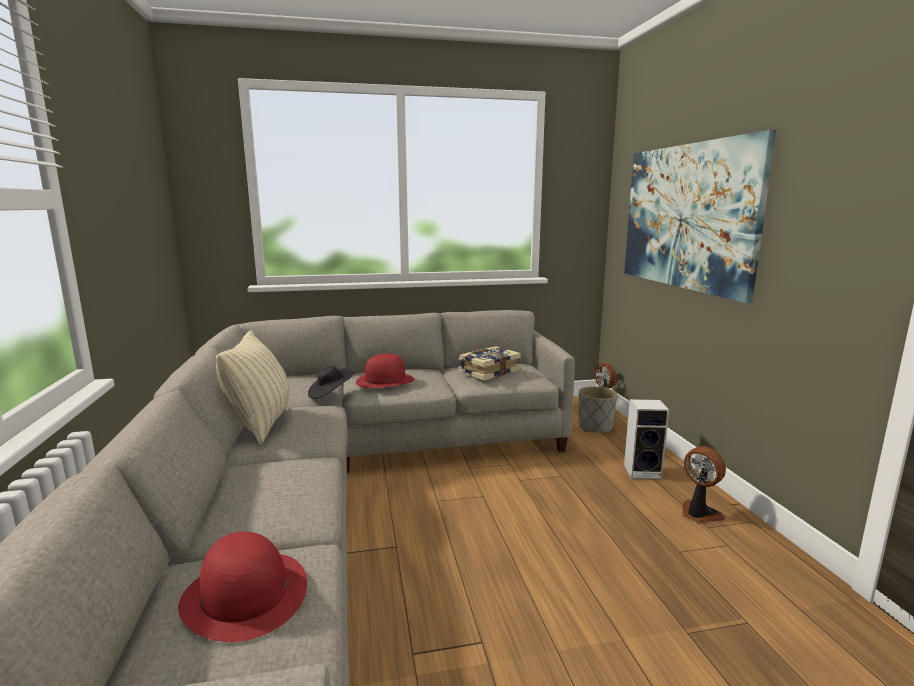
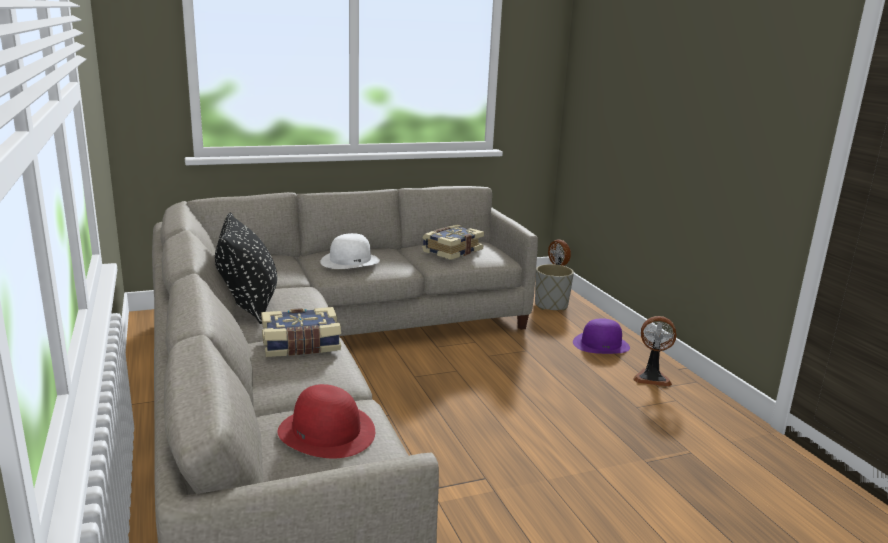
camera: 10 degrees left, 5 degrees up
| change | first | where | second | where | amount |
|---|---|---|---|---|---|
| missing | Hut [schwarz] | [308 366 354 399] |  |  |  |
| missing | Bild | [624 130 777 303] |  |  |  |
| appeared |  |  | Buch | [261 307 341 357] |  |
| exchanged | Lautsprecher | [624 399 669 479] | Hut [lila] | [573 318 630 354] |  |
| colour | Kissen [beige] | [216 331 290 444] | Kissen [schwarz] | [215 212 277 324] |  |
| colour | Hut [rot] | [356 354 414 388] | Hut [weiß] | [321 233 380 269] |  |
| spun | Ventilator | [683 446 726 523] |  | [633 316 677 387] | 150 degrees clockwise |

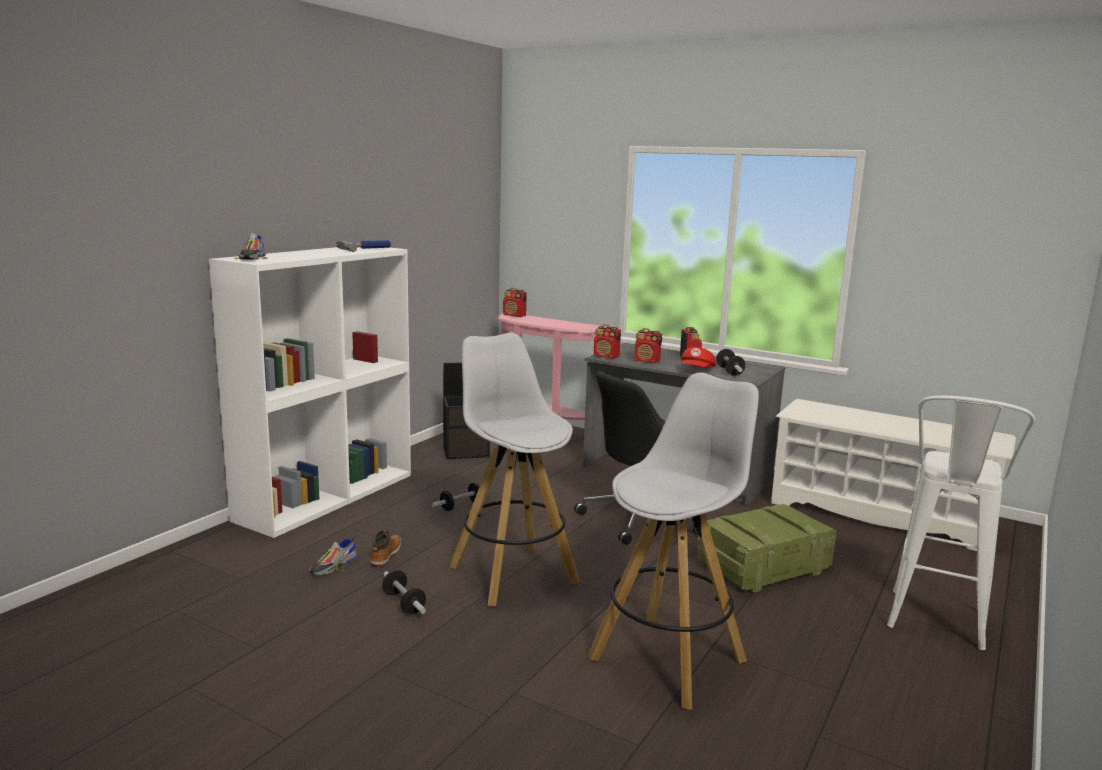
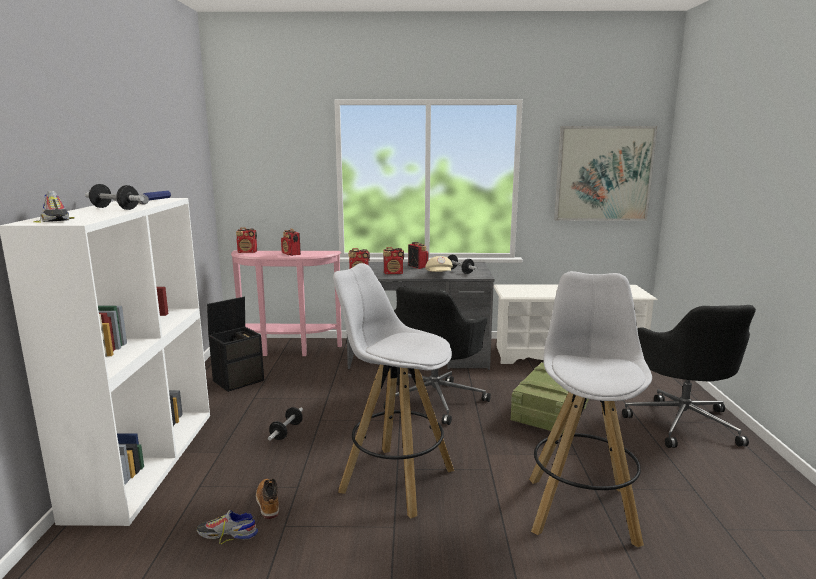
camera: 30 degrees left, 0 degrees up
| change | first | where | second | where | amount |
|---|---|---|---|---|---|
| appeared |  |  | Radio | [281 228 301 256] |  |
| appeared |  |  | Bild | [554 126 657 221] |  |
| relocated | Hantel | [382 570 426 614] |  | [85 184 144 210] |  |
| exchanged | Hocker [weiß] | [887 396 1035 650] | Bürostuhl [schwarz] | [622 305 756 448] |  |
| colour | Kappe [rot] | [681 347 716 368] | Kappe [beige] | [425 256 453 272] |  |
| spun | Schuh | [310 537 357 575] |  | [197 510 258 544] | 90 degrees clockwise |

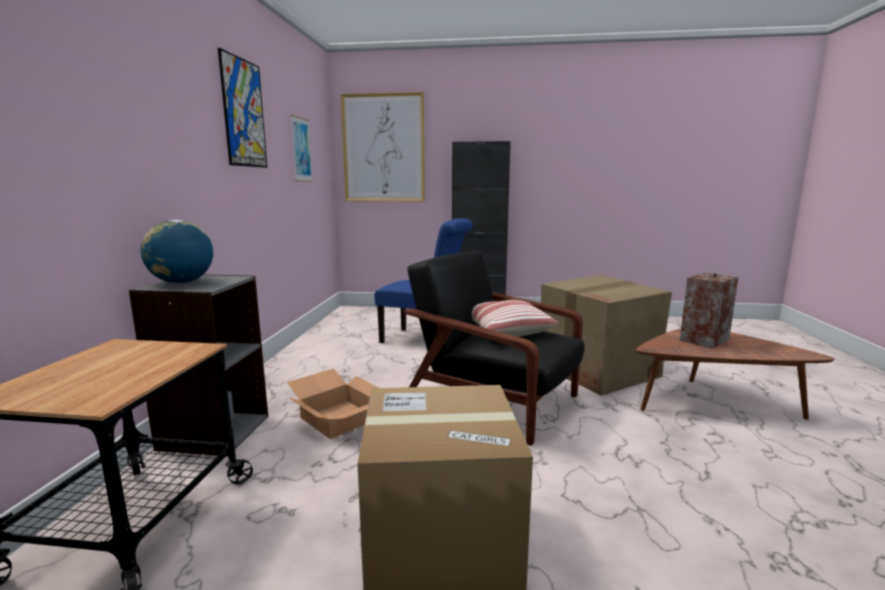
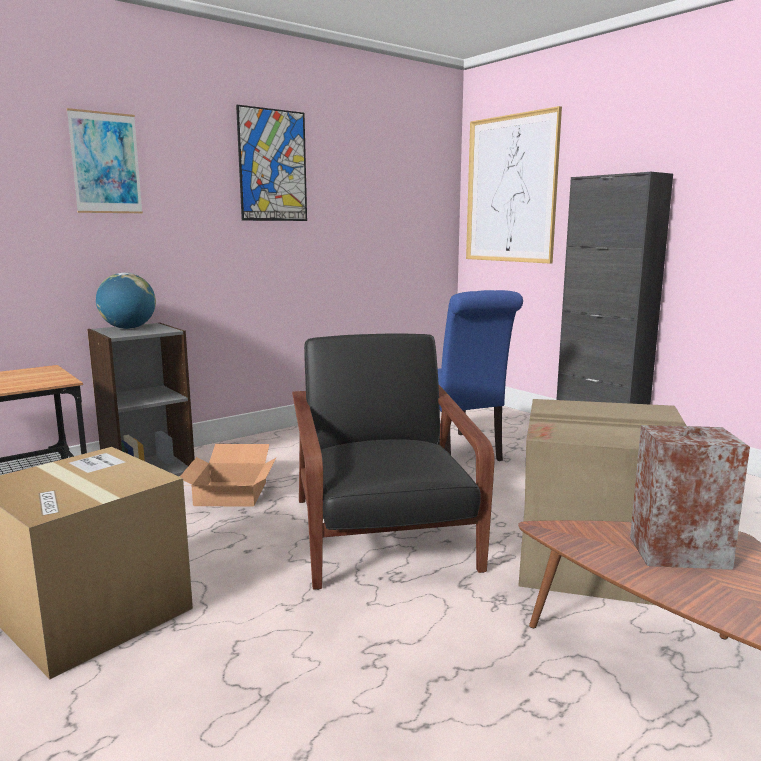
camera: 45 degrees right, 0 degrees up
| change | first | where | second | where | amount |
|---|---|---|---|---|---|
| missing | Kissen | [472 300 559 337] |  |  |  |
| relocated | Bild | [291 115 313 182] |  | [67 108 143 213] |  |

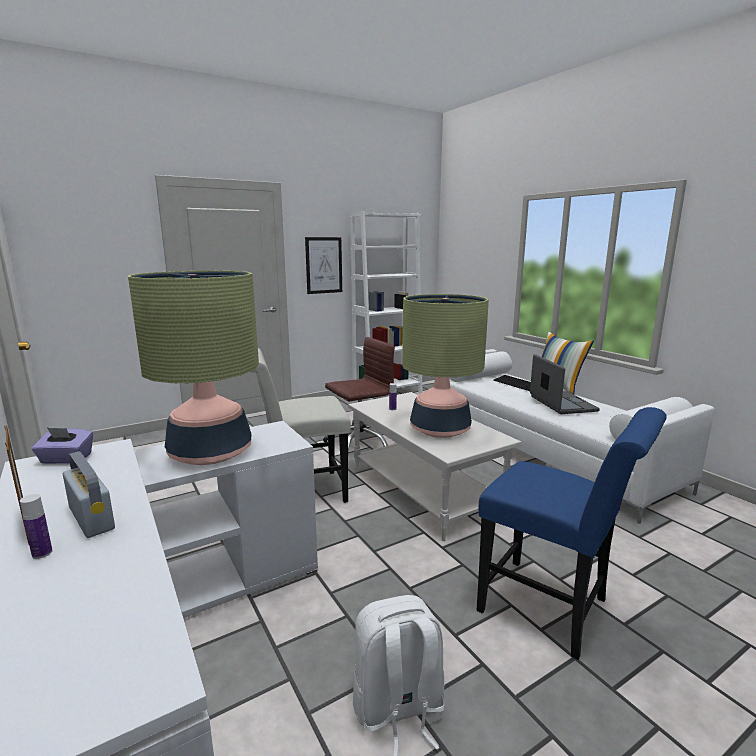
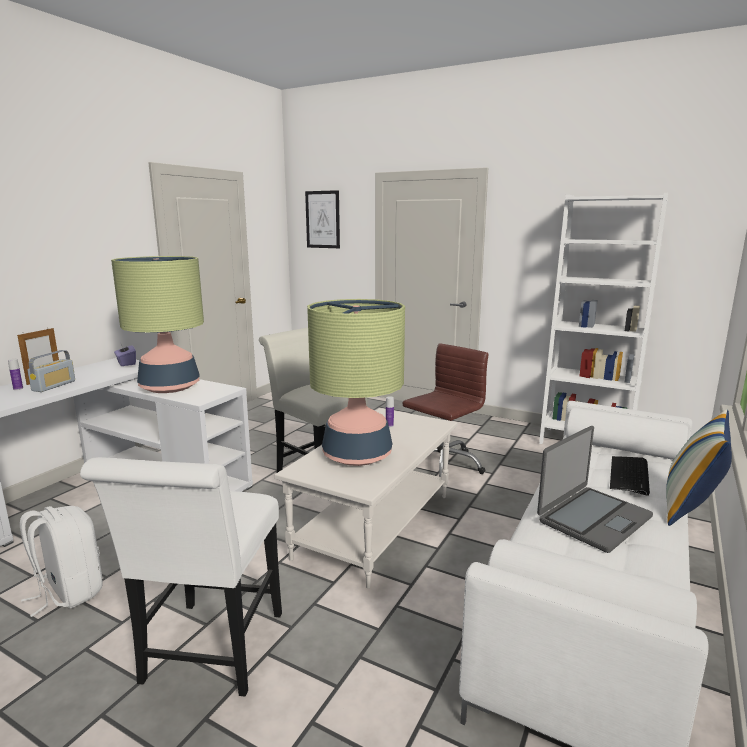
camera: 60 degrees right, 0 degrees up
| change | first | where | second | where | amount |
|---|---|---|---|---|---|
| relocated | Bild | [305 237 342 294] |  | [305 190 340 248] |  |
| colour | Stuhl [blau] | [476 407 667 660] | Stuhl [weiß] | [80 457 282 697] |  |
| spun | Bürostuhl [braun] | [323 337 395 451] |  | [403 343 489 477] | 75 degrees counterclockwise |

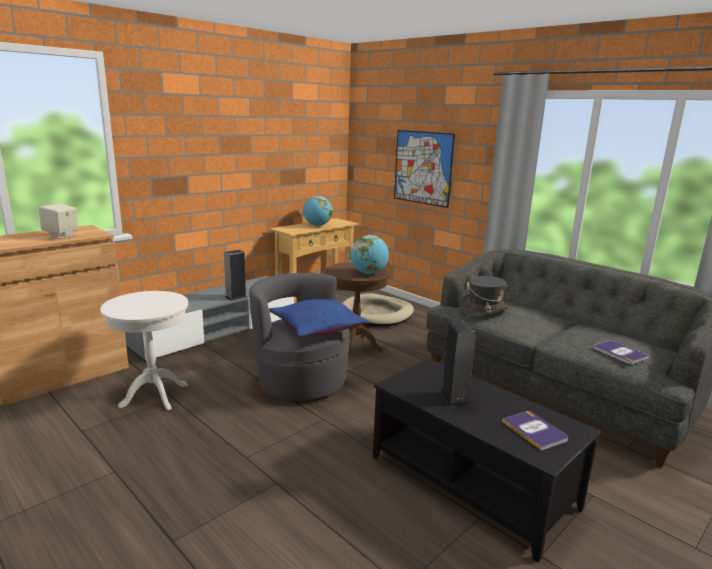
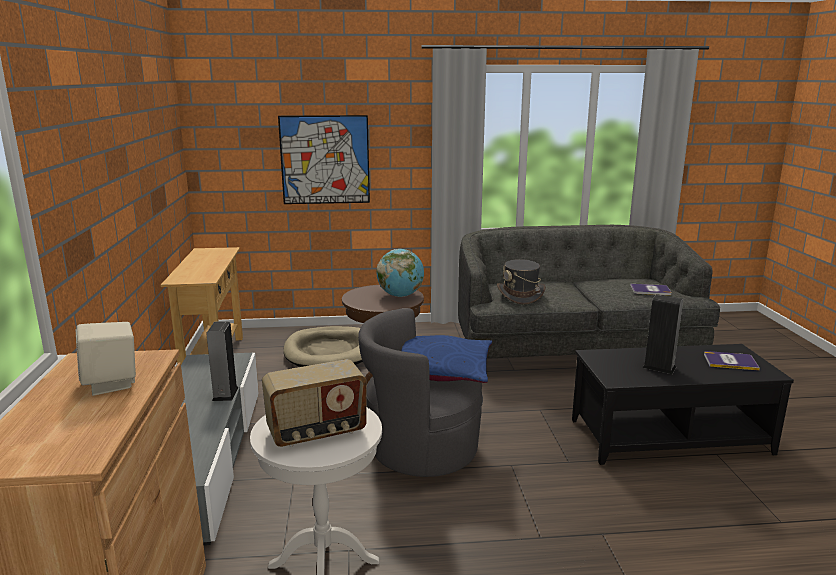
camera: 50 degrees left, 0 degrees up
| change | first | where | second | where | amount |
|---|---|---|---|---|---|
| missing | Globus | [303 196 333 226] |  |  |  |
| appeared |  |  | Radio | [262 359 367 447] |  |

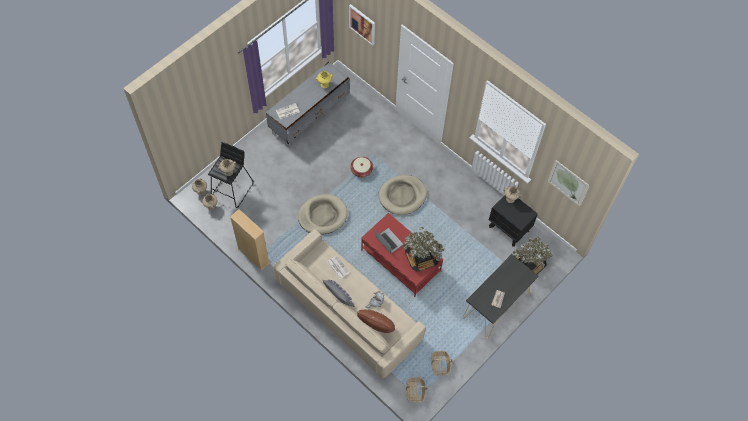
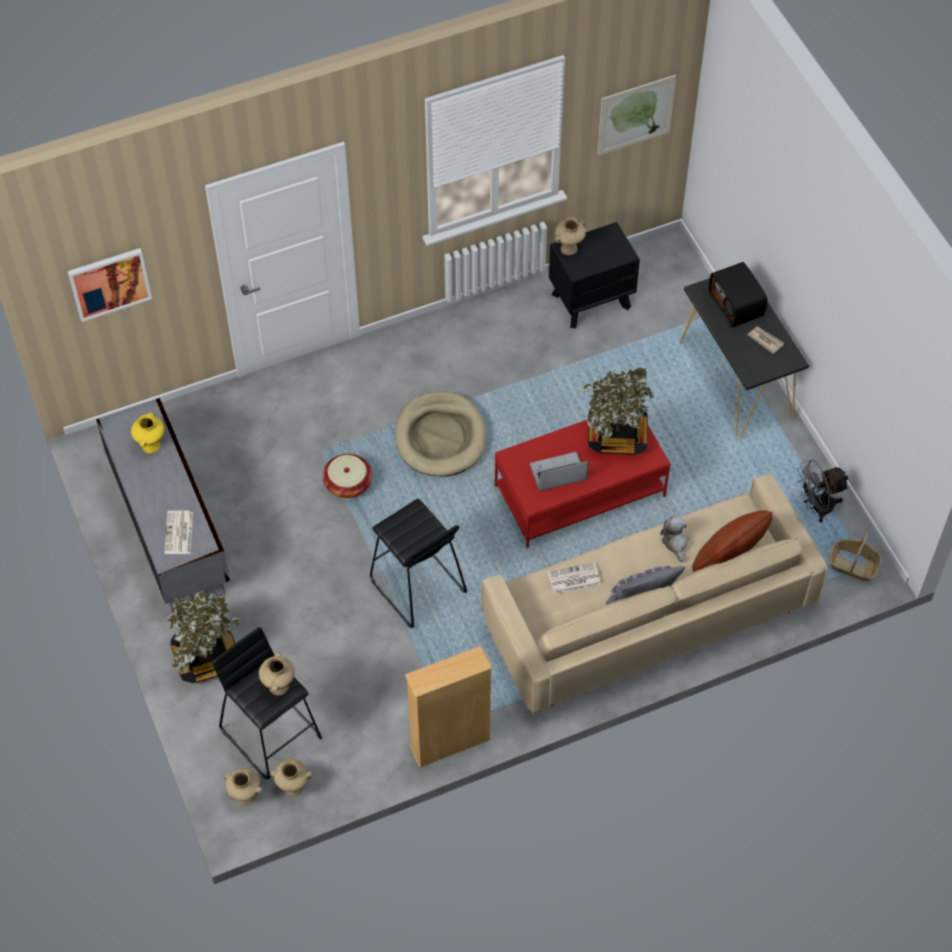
camera: 65 degrees left, 5 degrees down
| change | first | where | second | where | amount |
|---|---|---|---|---|---|
| appeared |  |  | Radio | [709 262 767 327] |  |
| relocated | Topfpflanze | [512 237 552 274] |  | [167 592 240 683] |  |
| exchanged | Hundebett [beige] | [298 194 347 235] | Hocker [schwarz] | [370 499 467 628] |  |
| exchanged | Korb | [431 351 453 376] | Ventilator [grau] | [797 459 849 522] |  |

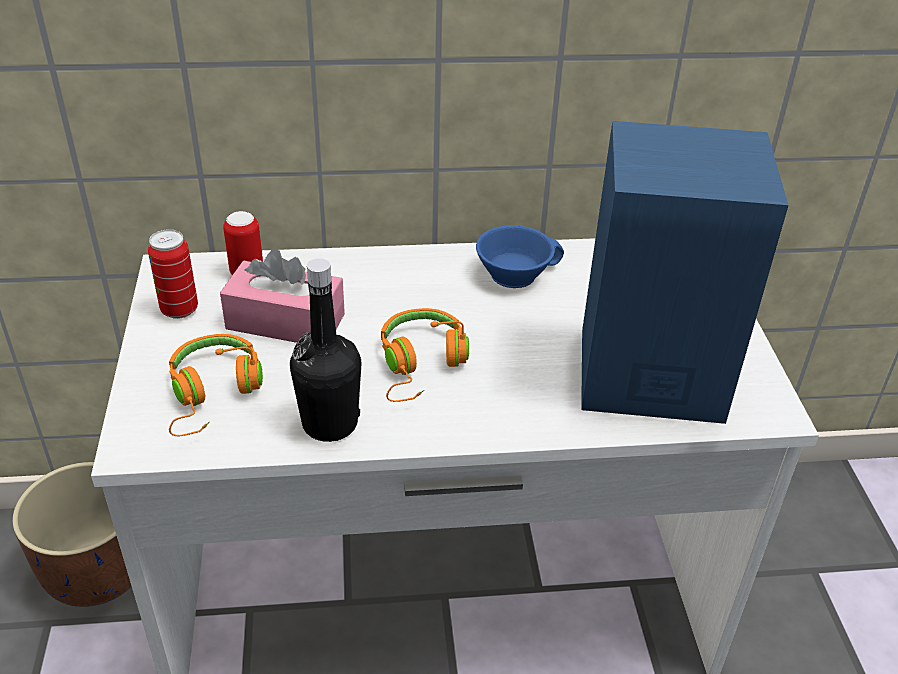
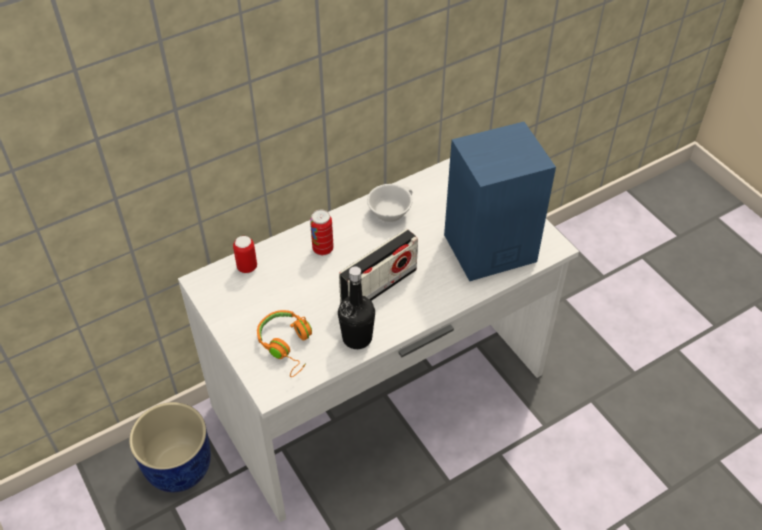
camera: 25 degrees left, 10 degrees up
| change | first | where | second | where | amount |
|---|---|---|---|---|---|
| missing | Taschentuchbox [rosa] | [220 249 345 343] |  |  |  |
| relocated | Dose | [148 229 198 319] |  | [310 210 334 255] |  |
| exchanged | Kopfhörer [orange] | [381 308 469 402] | Radio | [339 229 418 303] |  |
| colour | Pflanzkübel [braun] | [12 462 132 607] | Pflanzkübel [blau] | [129 402 211 492] |  |
| colour | Tasse [blau] | [476 225 564 288] | Tasse [weiß] | [367 184 413 223] |  |

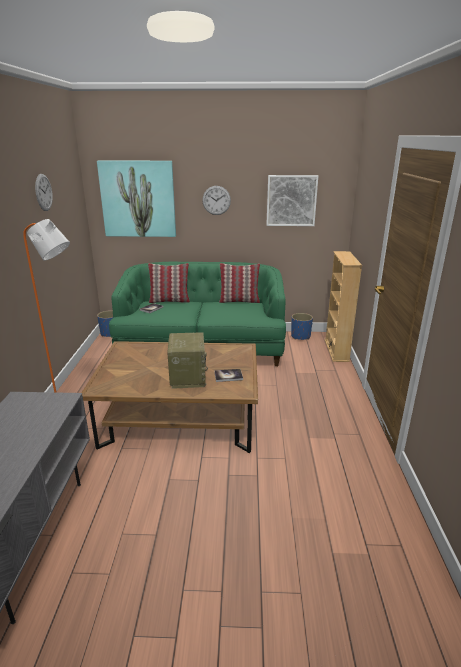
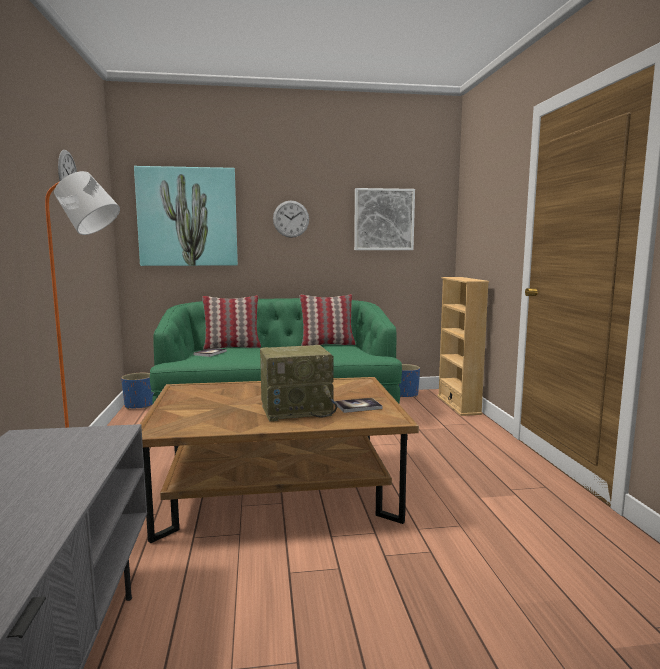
camera: 10 degrees left, 15 degrees down
| change | first | where | second | where | amount |
|---|---|---|---|---|---|
| spun | Radio | [167 332 208 389] |  | [260 345 337 422] | 90 degrees clockwise |

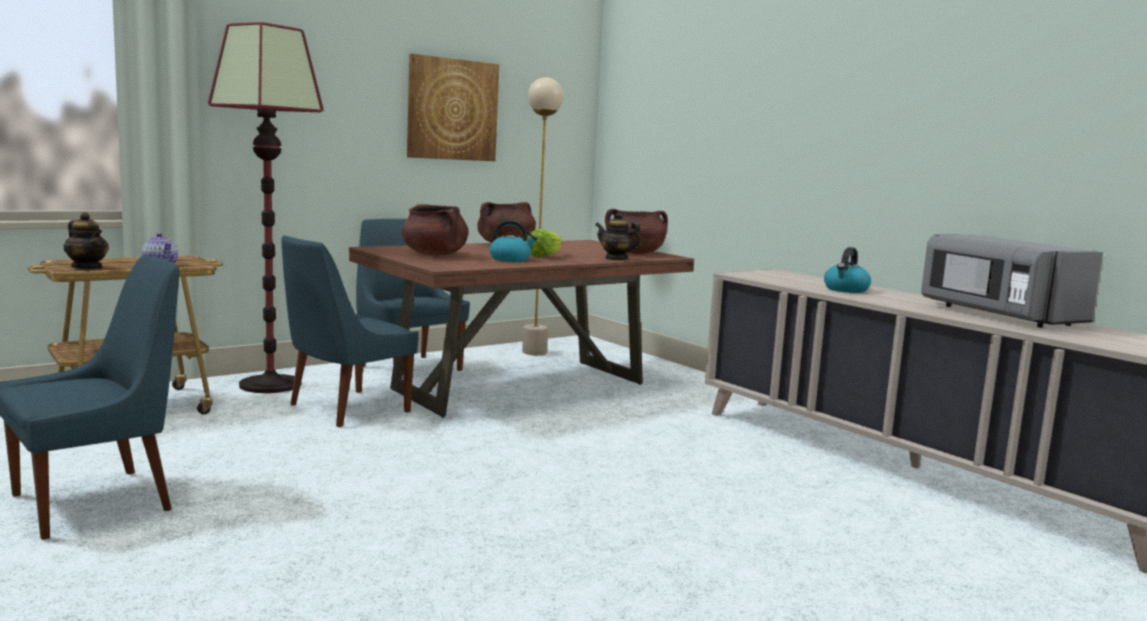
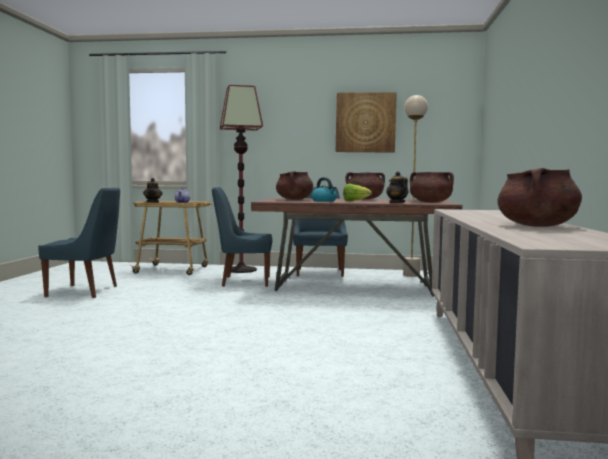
camera: 45 degrees right, 5 degrees down
| change | first | where | second | where | amount |
|---|---|---|---|---|---|
| missing | Wasserkessel | [824 247 871 293] |  |  |  |
| exchanged | Mikrowelle [grau] | [921 234 1103 328] | Kochtopf [braun] | [497 168 582 227] |  |

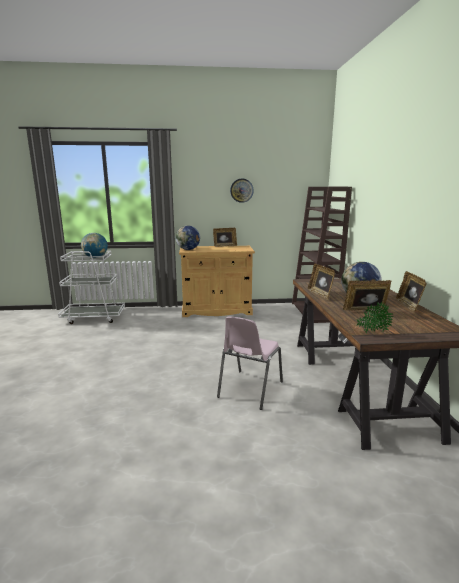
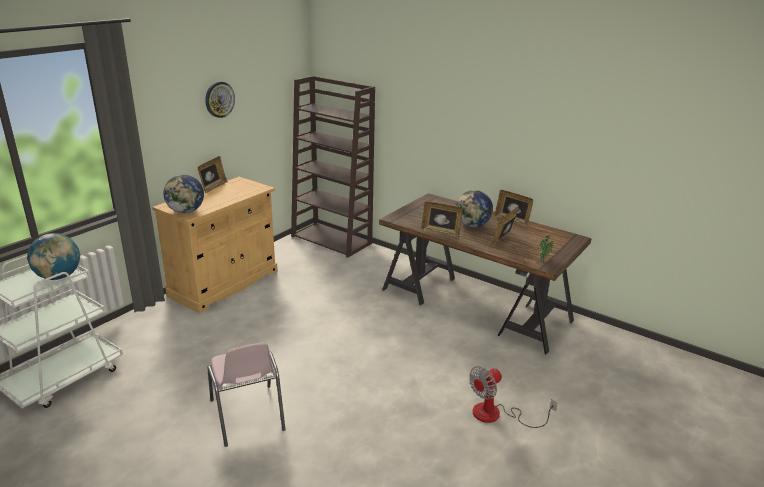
camera: 50 degrees left, 10 degrees up
| change | first | where | second | where | amount |
|---|---|---|---|---|---|
| appeared |  |  | Ventilator | [469 366 557 428] |  |
| relocated | Stuhl [rosa] | [217 317 283 410] |  | [207 342 286 447] |  |

